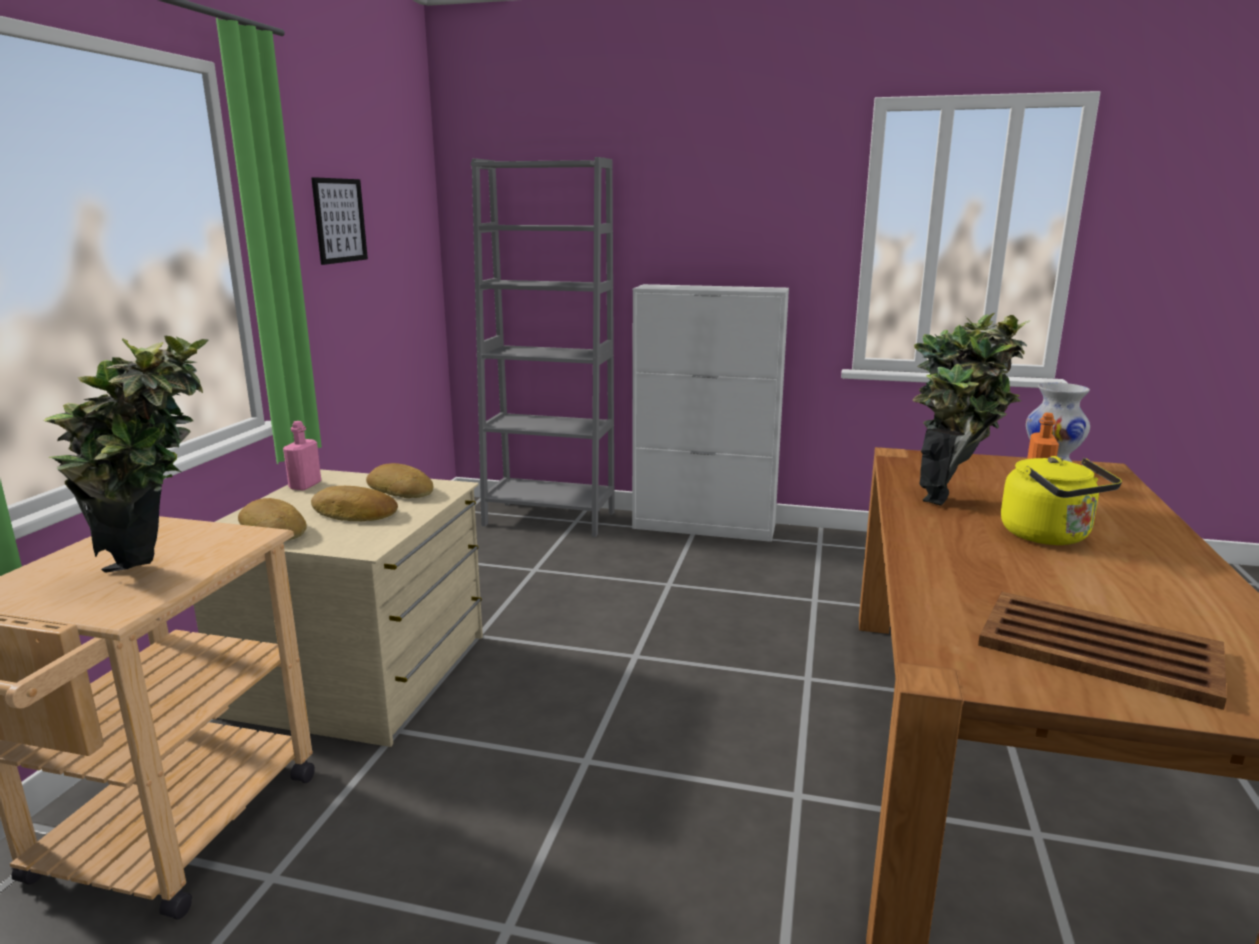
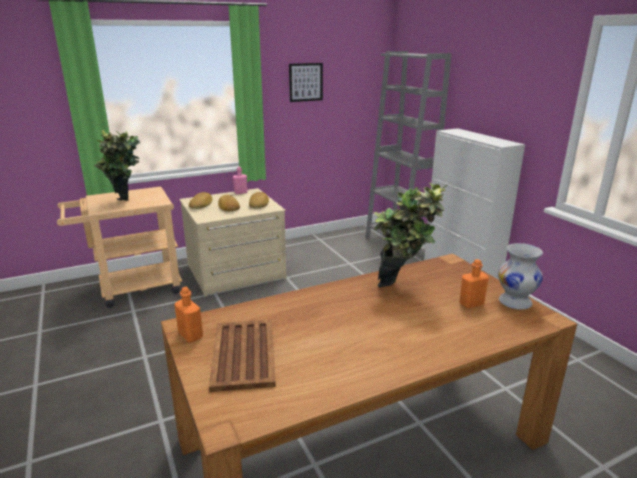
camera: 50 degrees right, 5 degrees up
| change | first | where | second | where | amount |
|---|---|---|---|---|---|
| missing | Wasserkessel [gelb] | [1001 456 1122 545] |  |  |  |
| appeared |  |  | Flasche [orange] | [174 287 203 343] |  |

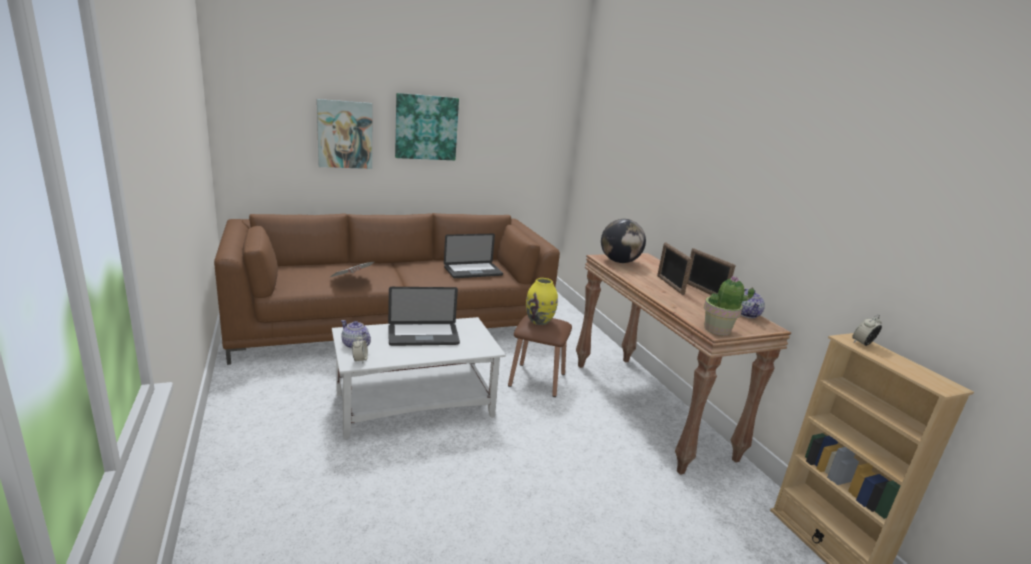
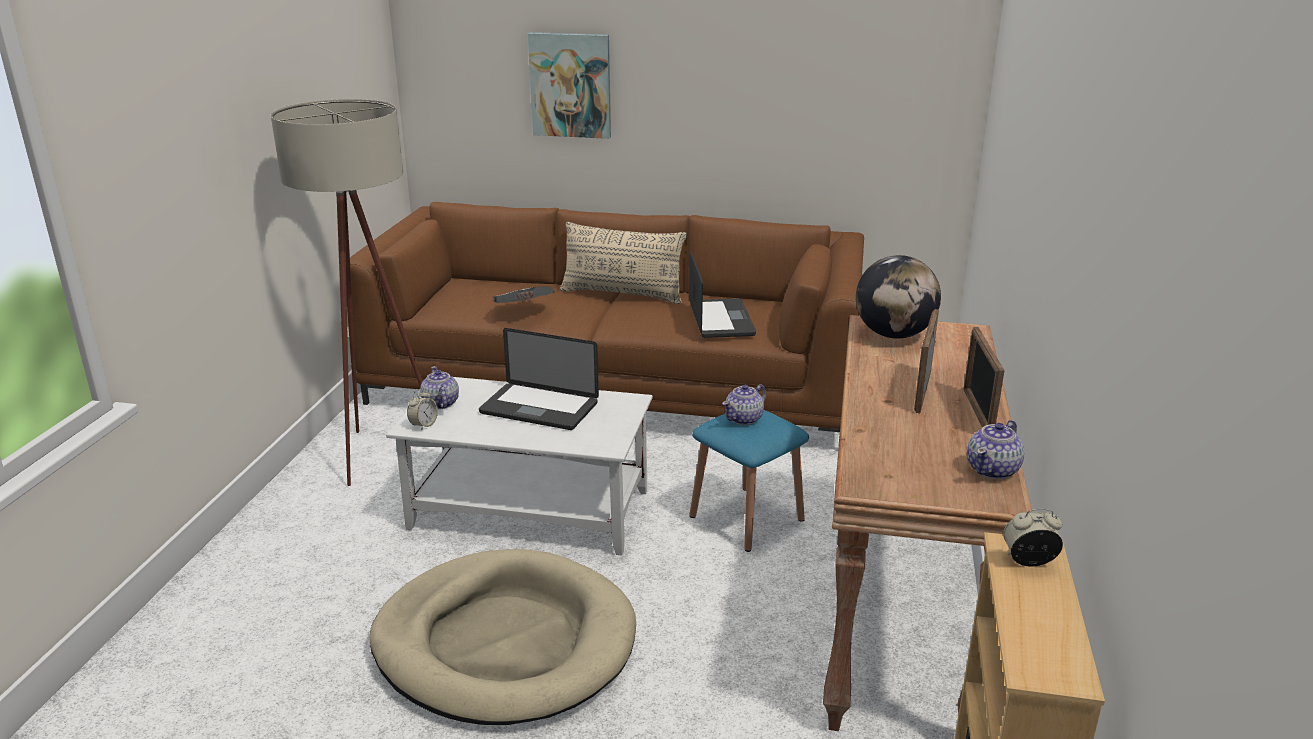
camera: 35 degrees right, 5 degrees up
| change | first | where | second | where | amount |
|---|---|---|---|---|---|
| missing | Bild | [395 93 459 160] |  |  |  |
| missing | Topfpflanze | [704 276 755 335] |  |  |  |
| appeared |  |  | Stehlampe [beige] | [270 99 444 486] |  |
| appeared |  |  | Hundebett [beige] | [369 549 636 725] |  |
| appeared |  |  | Kissen [beige] | [560 222 687 304] |  |
| exchanged | Vase [gelb] | [526 278 558 325] | Teekanne | [722 384 766 425] |  |
| colour | Hocker [braun] | [508 315 572 397] | Hocker [blau] | [690 410 809 552] |  |
| spun | Laptop | [444 234 503 278] |  | [689 252 756 338] | 105 degrees counterclockwise |

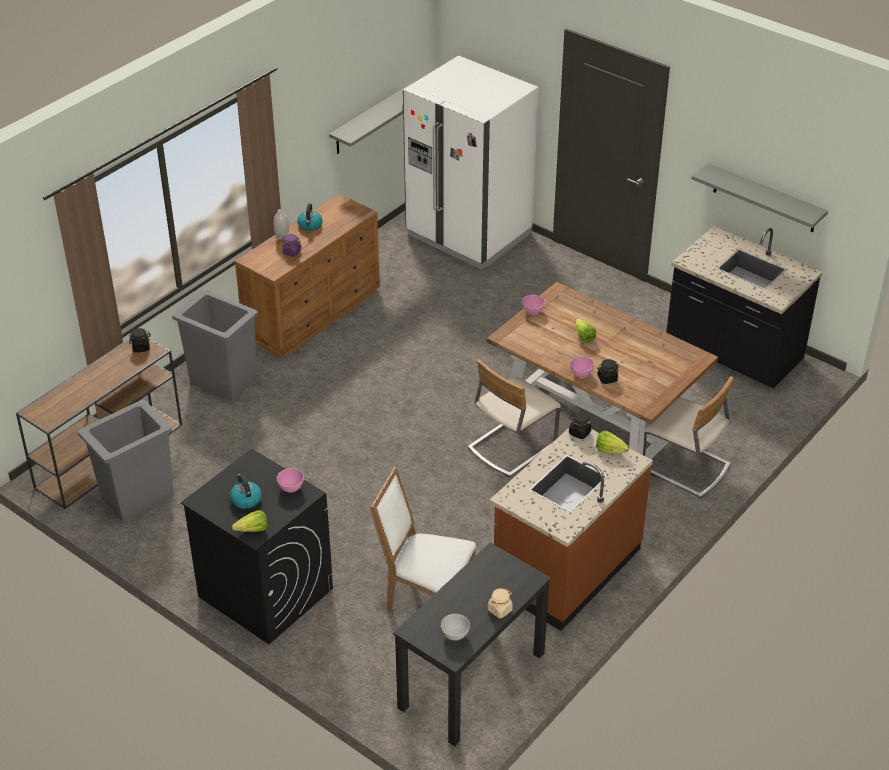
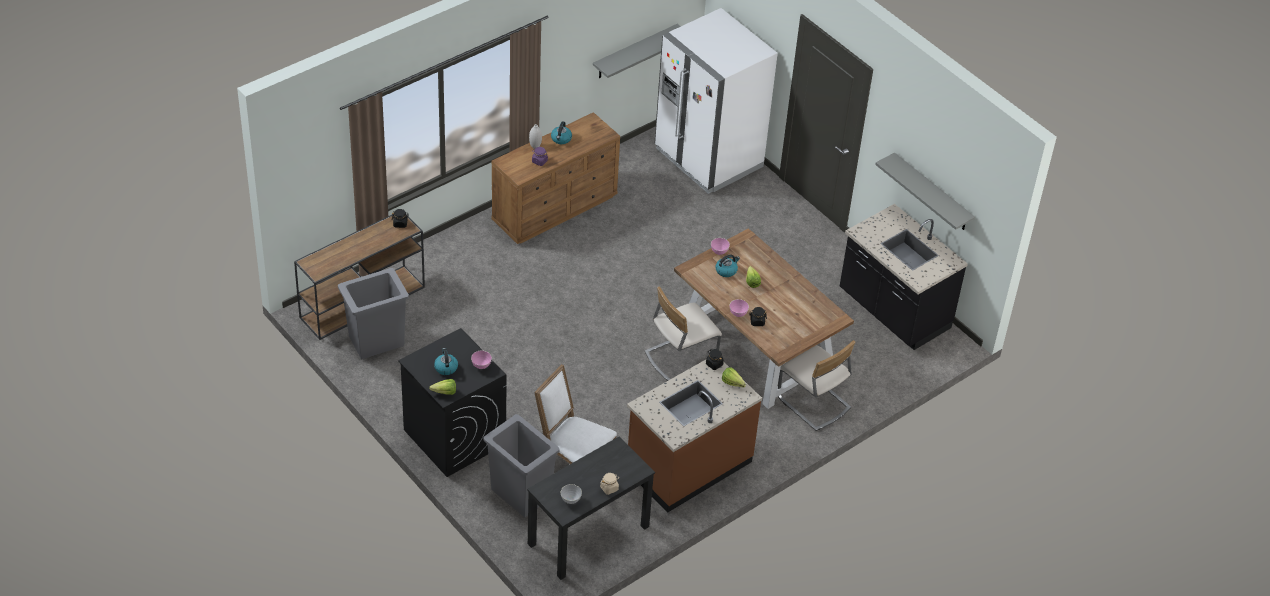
camera: 10 degrees right, 5 degrees up
| change | first | where | second | where | amount |
|---|---|---|---|---|---|
| appeared |  |  | Wasserkessel | [715 255 740 277] |  |
| relocated | Mülleimer [grau] | [172 289 258 401] |  | [484 414 560 518] |  |

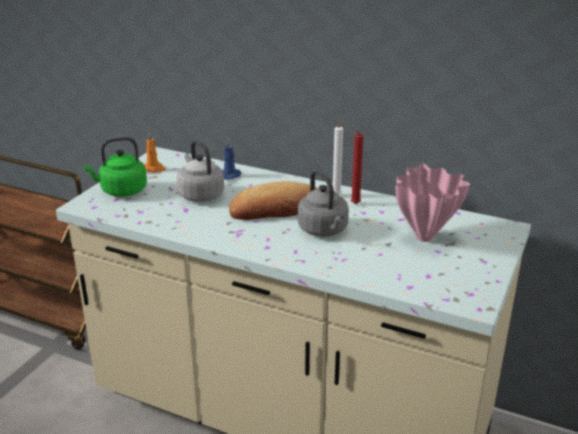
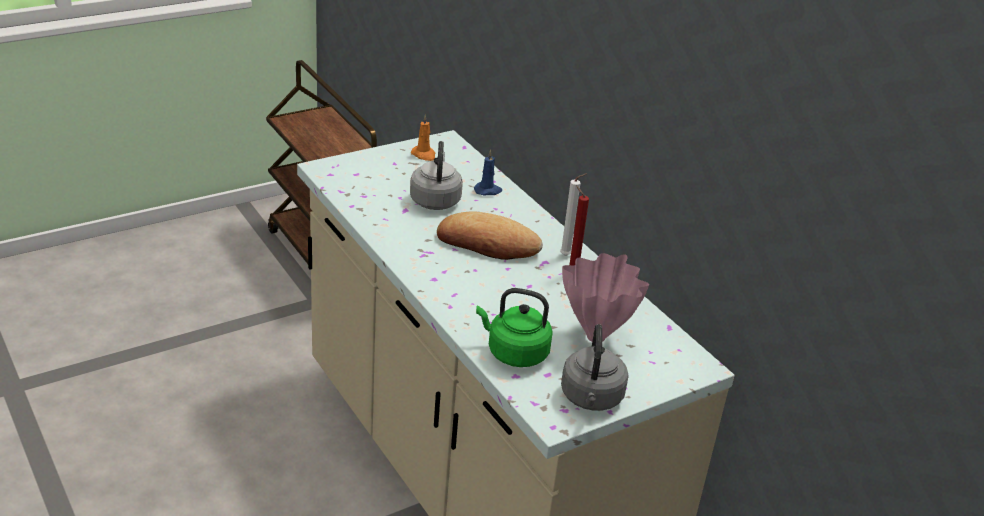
camera: 30 degrees right, 5 degrees up
| change | first | where | second | where | amount |
|---|---|---|---|---|---|
| relocated | Wasserkessel [grün] | [83 137 147 197] |  | [476 288 553 367] |  |
| relocated | Wasserkessel [grau] | [298 170 349 237] |  | [561 324 629 411] |  |

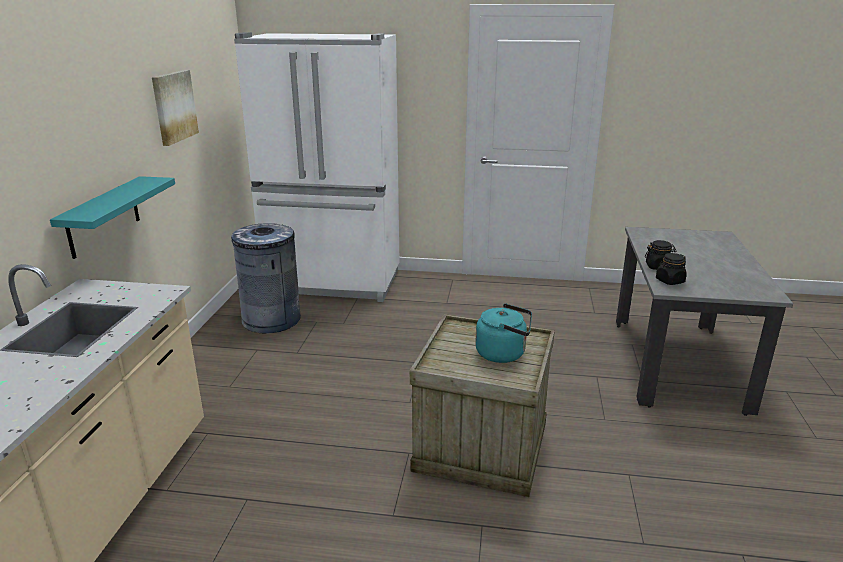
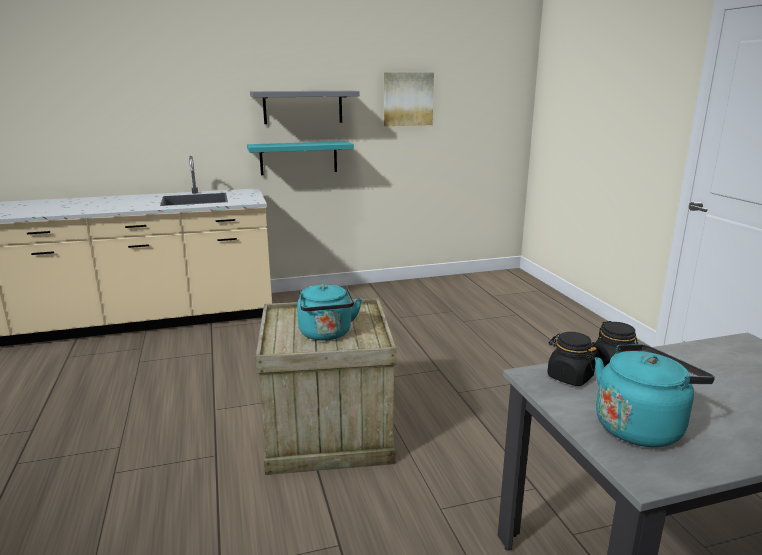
camera: 65 degrees right, 5 degrees down
| change | first | where | second | where | amount |
|---|---|---|---|---|---|
| missing | Mülleimer [grau] | [231 223 301 334] |  |  |  |
| missing | Kühlschrank [weiß] | [234 32 400 302] |  |  |  |
| appeared |  |  | Wandregal [grau] | [250 91 360 124] |  |
| appeared |  |  | Wasserkessel [türkis] | [595 344 715 447] |  |

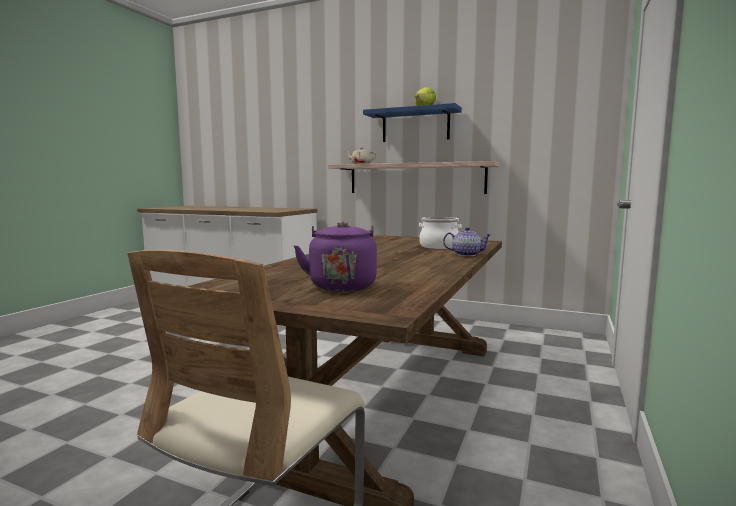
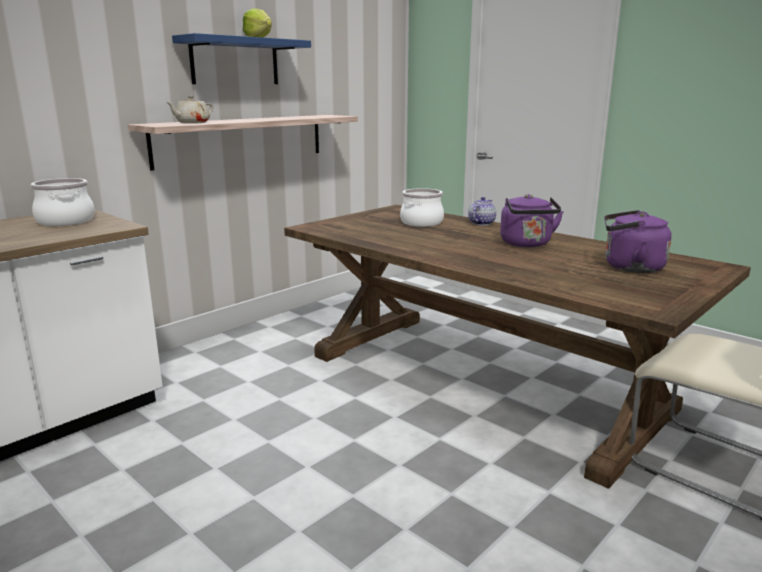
camera: 70 degrees left, 10 degrees up
| change | first | where | second | where | amount |
|---|---|---|---|---|---|
| appeared |  |  | Kochtopf | [30 178 95 226] |  |
| appeared |  |  | Wasserkessel [lila] | [500 194 564 247] |  |

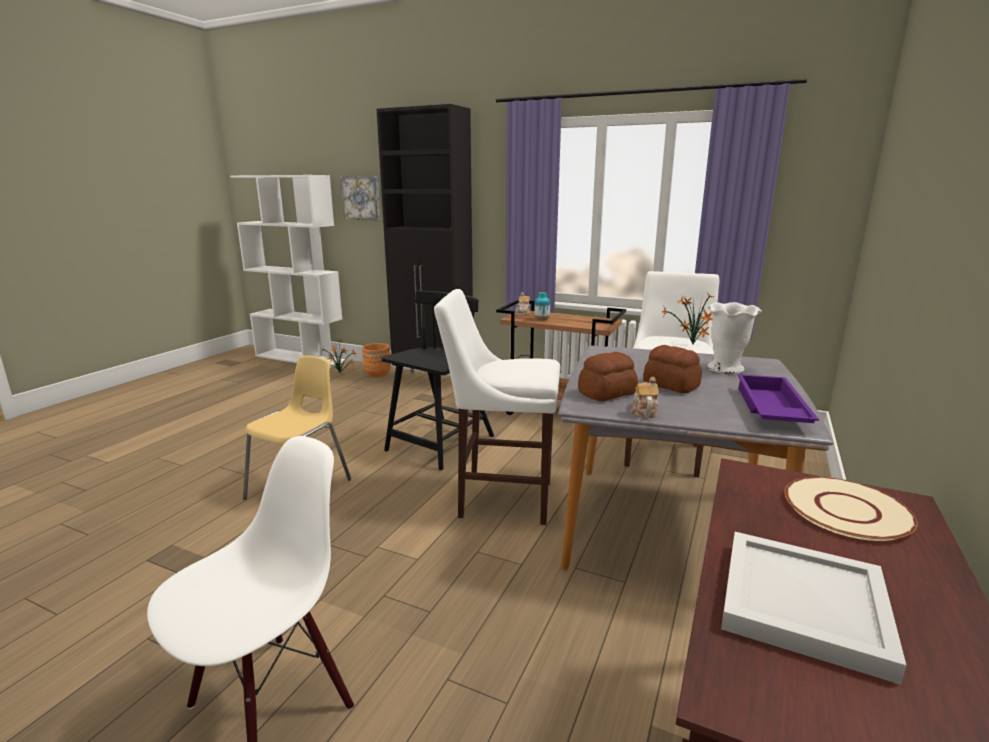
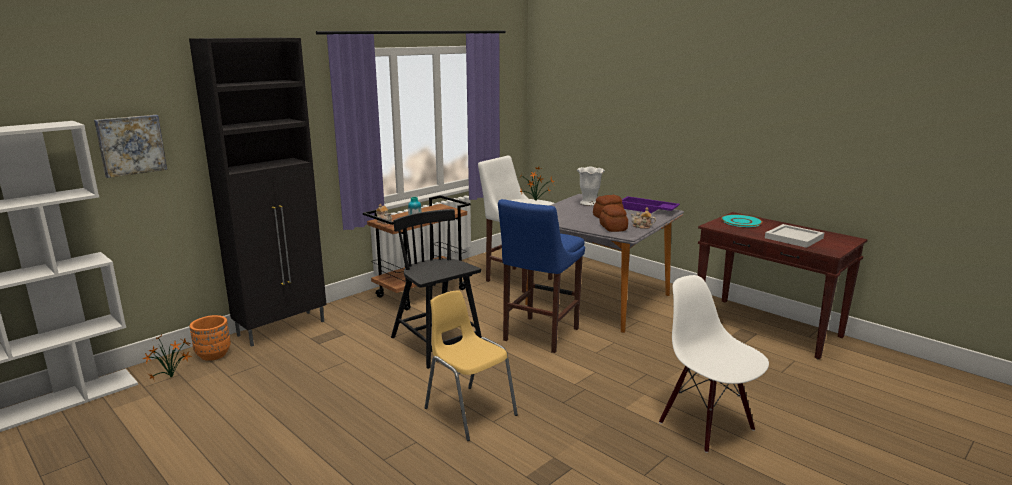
camera: 70 degrees left, 0 degrees up
| change | first | where | second | where | amount |
|---|---|---|---|---|---|
| colour | Hocker [weiß] | [434 289 560 525] | Hocker [blau] | [498 199 585 353] |  |
| colour | Teller [beige] | [784 477 918 541] | Teller [türkis] | [721 215 763 227] |  |

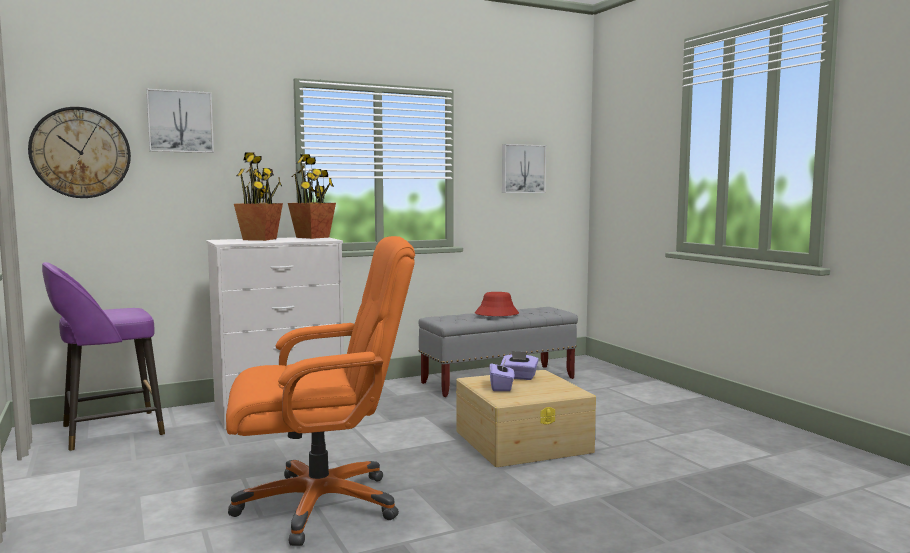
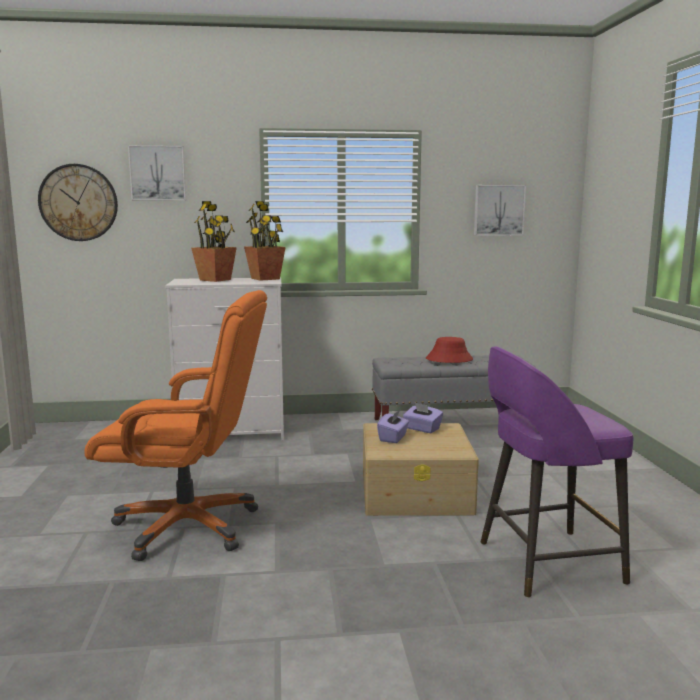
camera: 20 degrees right, 5 degrees up
| change | first | where | second | where | amount |
|---|---|---|---|---|---|
| relocated | Hocker [lila] | [42 262 165 451] |  | [480 346 633 598] |  |

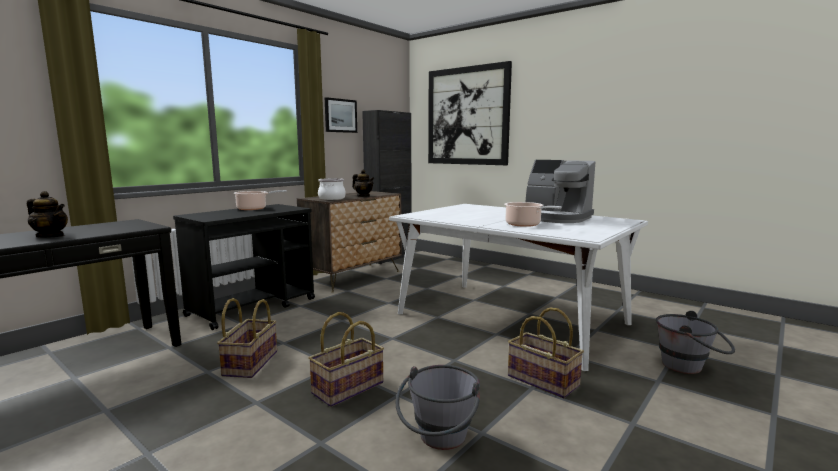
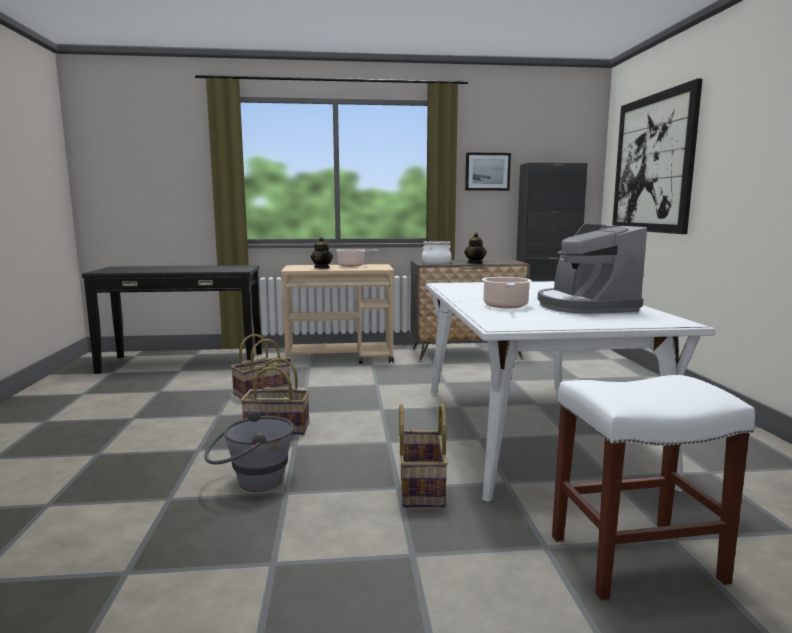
camera: 45 degrees right, 0 degrees up
| change | first | where | second | where | amount |
|---|---|---|---|---|---|
| relocated | Teekanne | [27 191 68 238] |  | [311 237 333 269] |  |
| exchanged | Eimer [grau] | [656 311 735 374] | Hocker [weiß] | [552 375 755 600] |  |
| colour | Rollwagen [schwarz] | [173 204 315 330] | Rollwagen [beige] | [281 264 394 366] |  |

